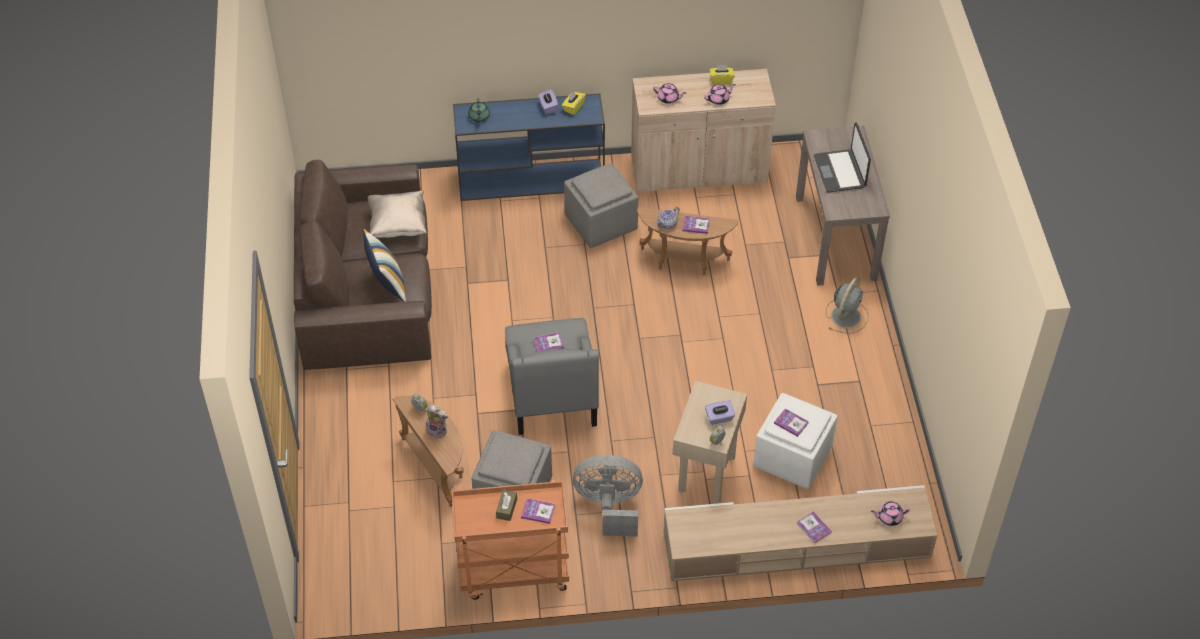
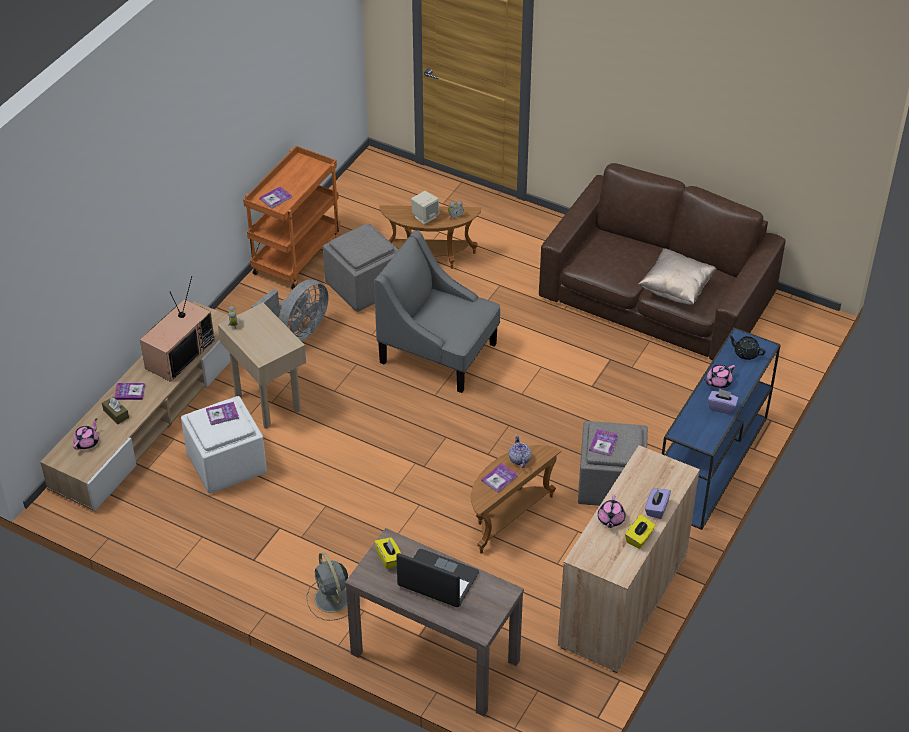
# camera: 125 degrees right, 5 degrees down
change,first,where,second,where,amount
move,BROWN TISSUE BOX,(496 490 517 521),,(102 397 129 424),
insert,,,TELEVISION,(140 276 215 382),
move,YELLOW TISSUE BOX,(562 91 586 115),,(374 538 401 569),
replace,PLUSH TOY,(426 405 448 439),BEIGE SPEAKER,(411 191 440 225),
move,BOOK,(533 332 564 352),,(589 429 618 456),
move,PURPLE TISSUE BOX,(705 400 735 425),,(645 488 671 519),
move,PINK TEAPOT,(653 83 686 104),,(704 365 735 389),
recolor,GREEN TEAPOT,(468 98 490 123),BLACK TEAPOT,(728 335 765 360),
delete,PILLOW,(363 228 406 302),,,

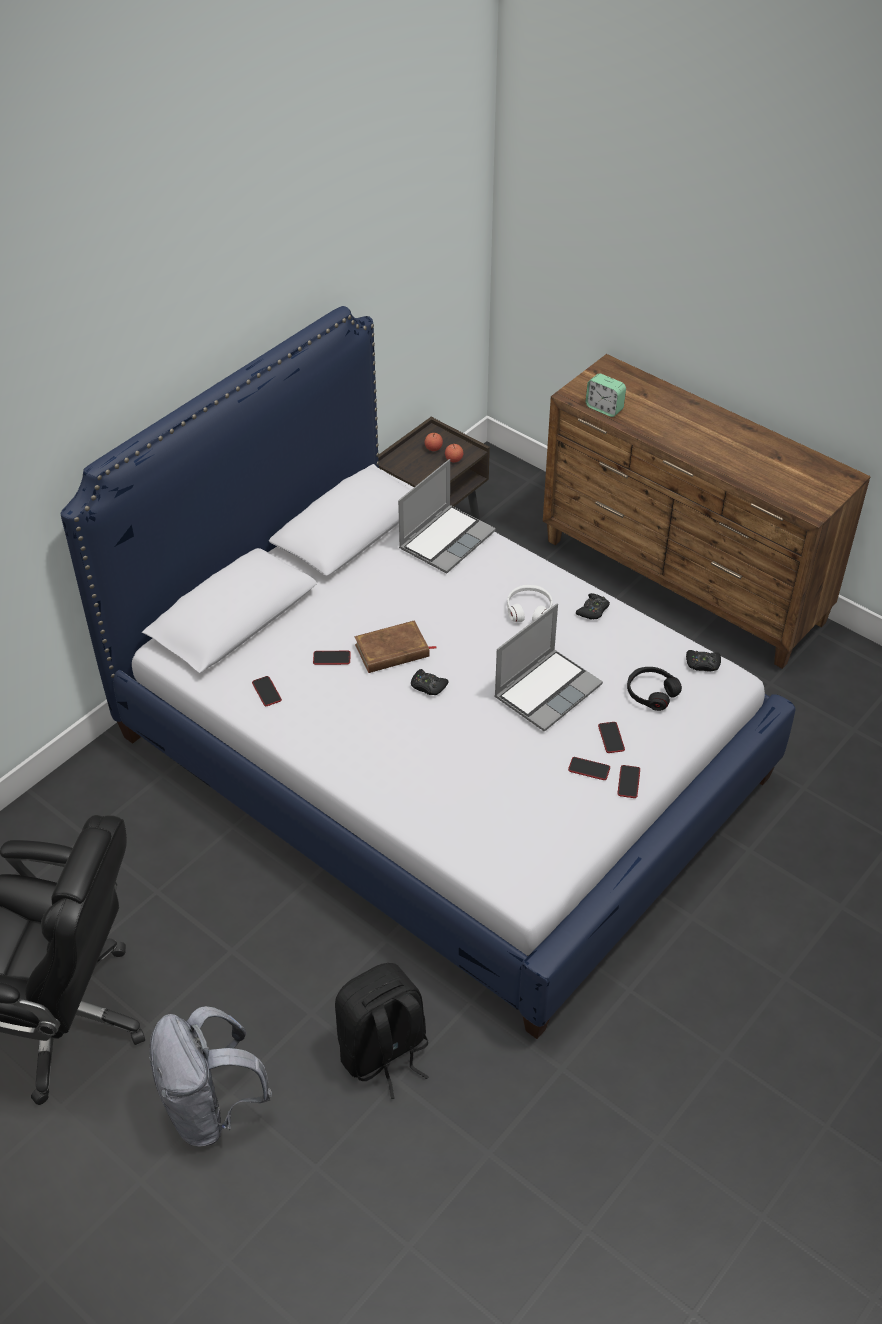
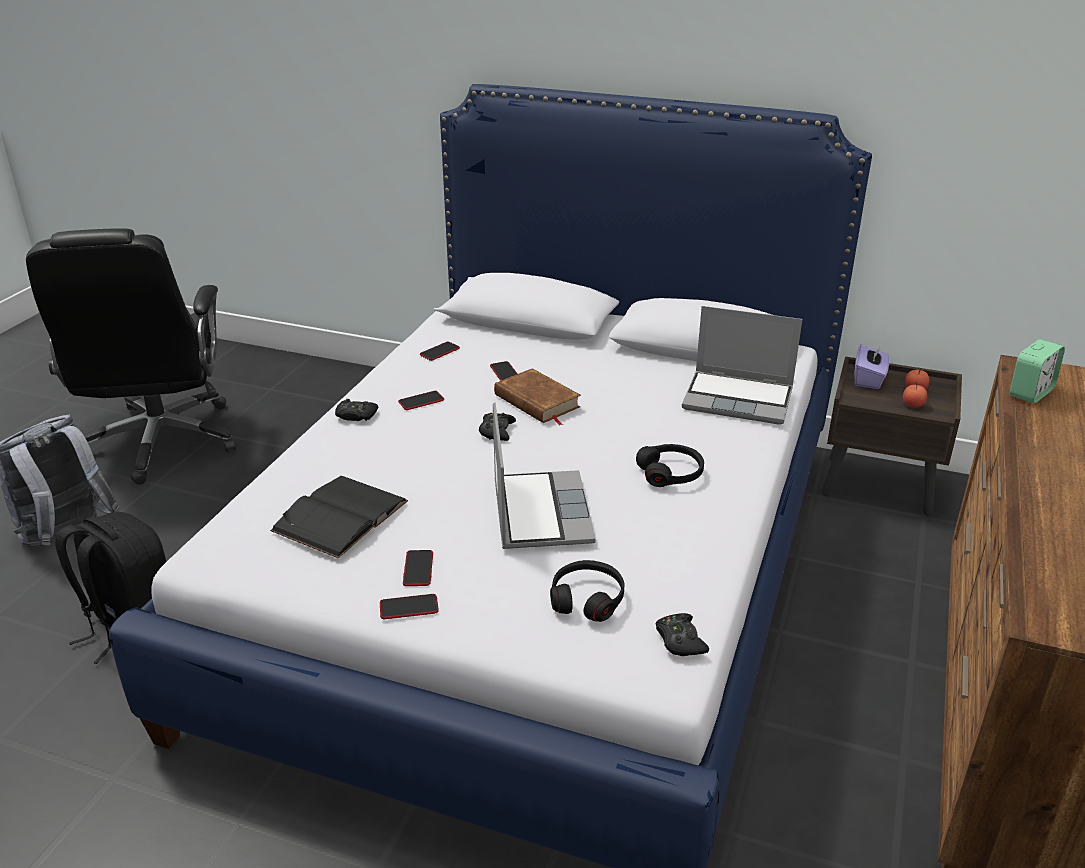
# camera: 70 degrees right, 15 degrees down
change,first,where,second,where,amount
insert,,,BLACK BOOK,(270 476 408 558),
move,BLACK GAME CONTROLLER,(576 593 610 620),,(335 399 378 421),
move,PHONE,(598 722 625 753),,(398 391 444 410),
rotate,LAPTOP,(494 603 603 732),,(493 402 596 549),120 degrees counterclockwise
recolor,WHITE HEADPHONES,(507 585 553 622),BLACK HEADPHONES,(636 444 704 487),
insert,,,PURPLE TISSUE BOX,(854 343 890 389),
rotate,ALARM CLOCK,(585 373 626 417),,(1010 339 1065 403),150 degrees counterclockwise

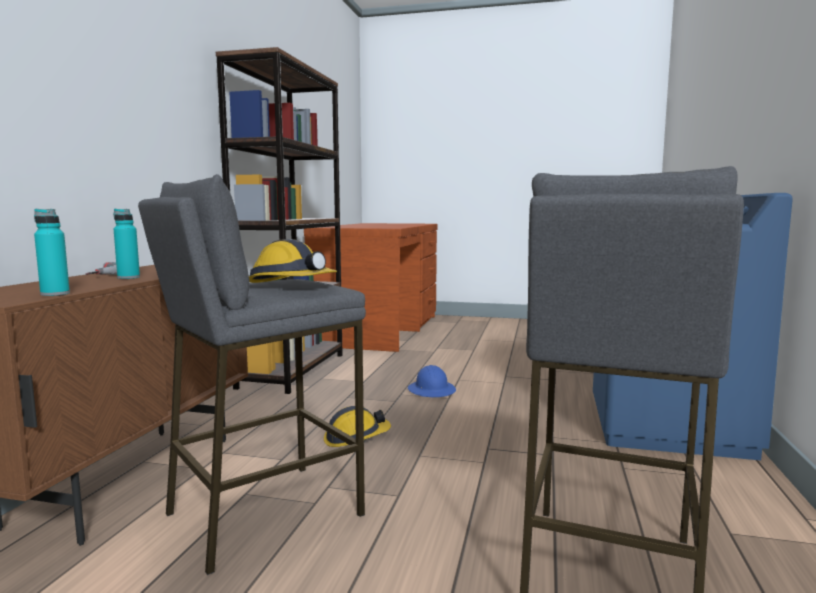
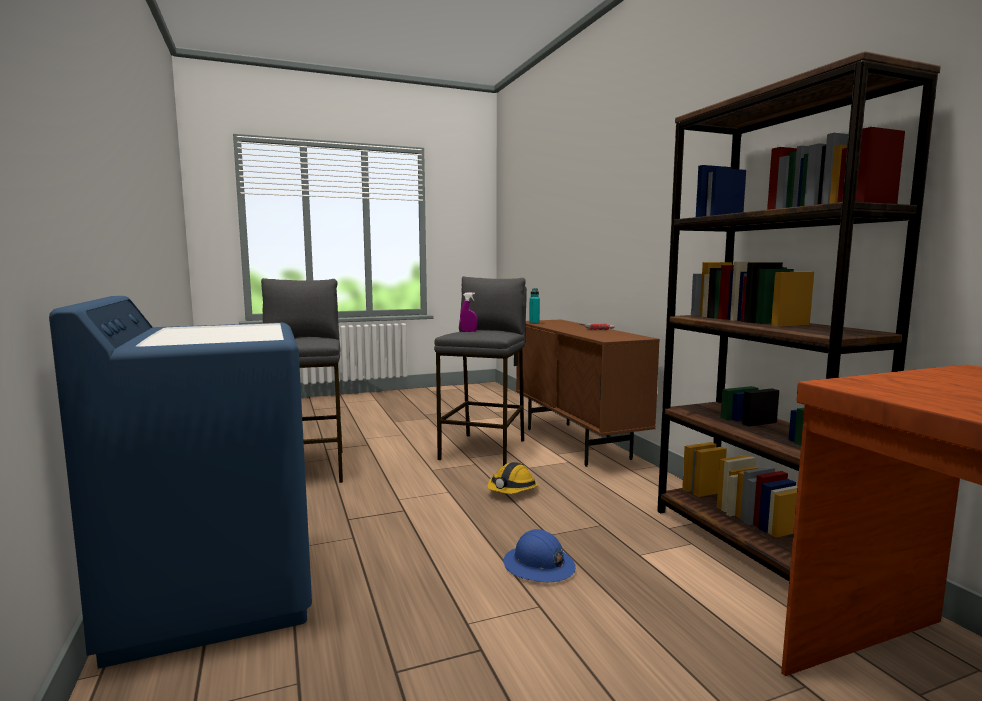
# camera: 145 degrees right, 0 degrees up
change,first,where,second,where,amount
replace,HARD HAT,(249 239 337 283),PURPLE SPRAY BOTTLE,(460 292 477 332),
delete,TURQUOISE BOTTLE,(114 209 140 279),,,

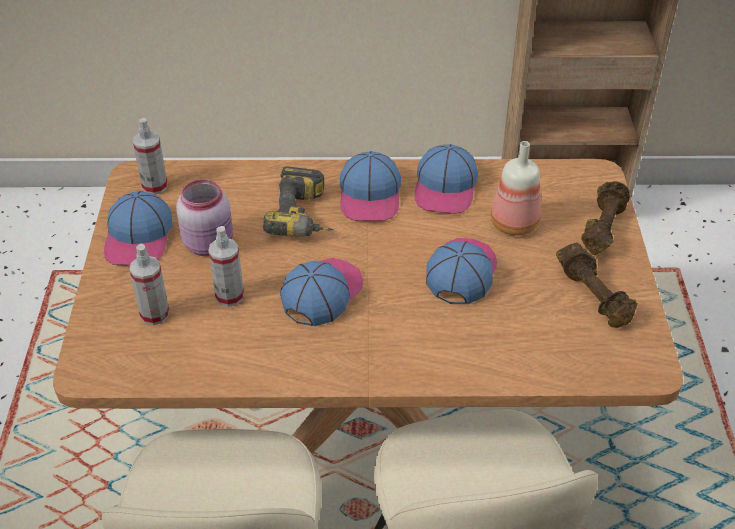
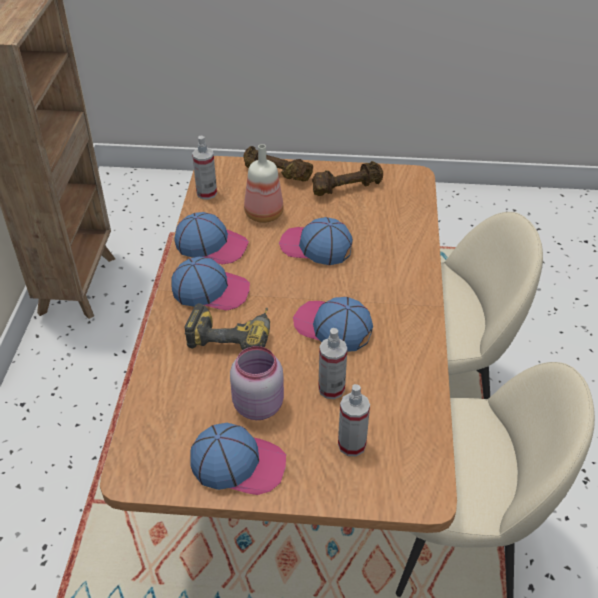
# camera: 85 degrees left, 0 degrees up
change,first,where,second,where,amount
move,SPRAY BOTTLE,(133 118 168 195),,(192 136 217 199),

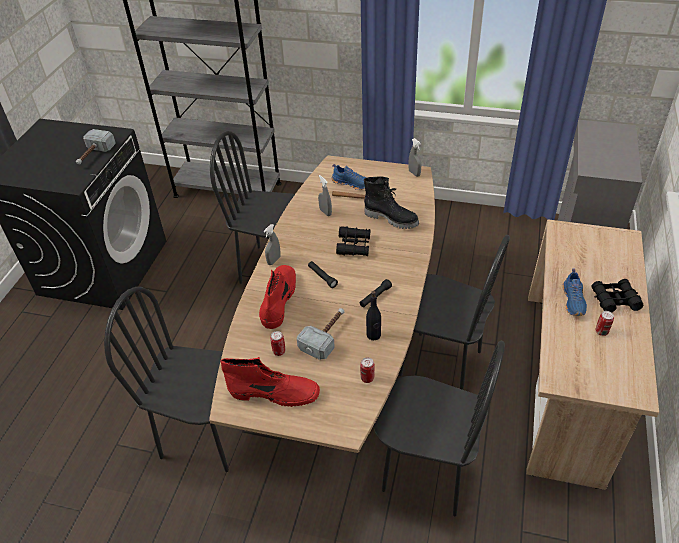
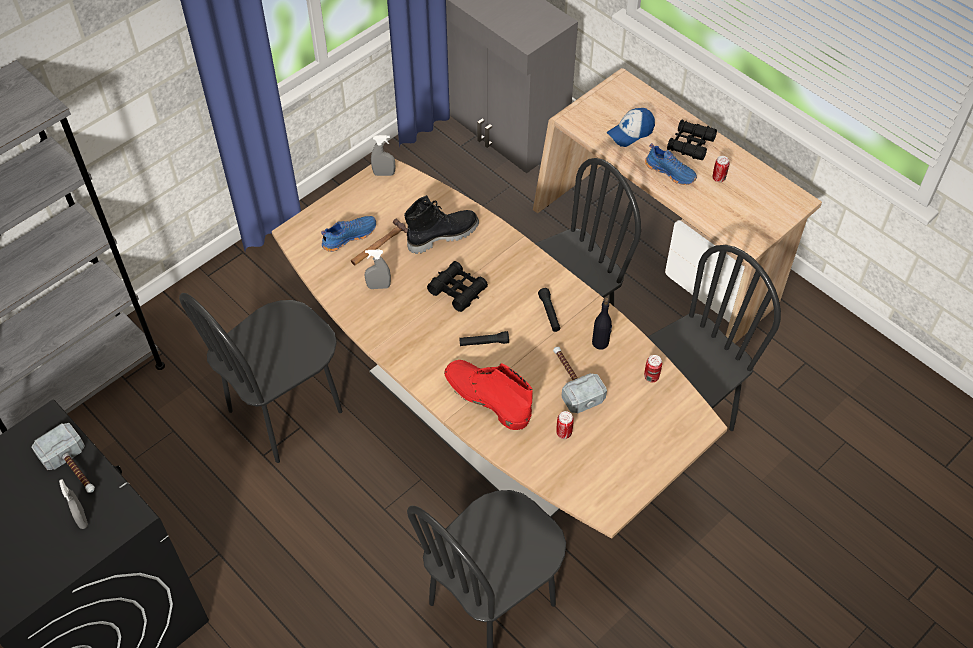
# camera: 60 degrees left, 10 degrees up
change,first,where,second,where,amount
move,GREY SPRAY BOTTLE,(264 224 281 265),,(59 479 88 529),
insert,,,CAP,(607 108 655 147),
delete,RED BOOT,(220 357 320 407),,,

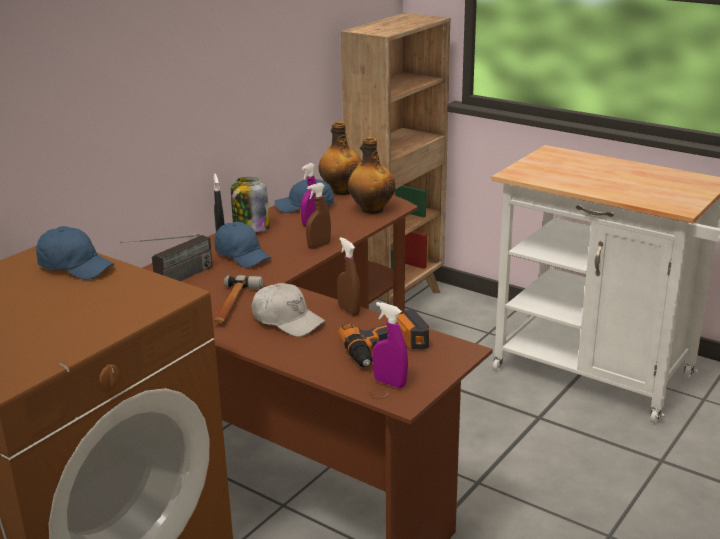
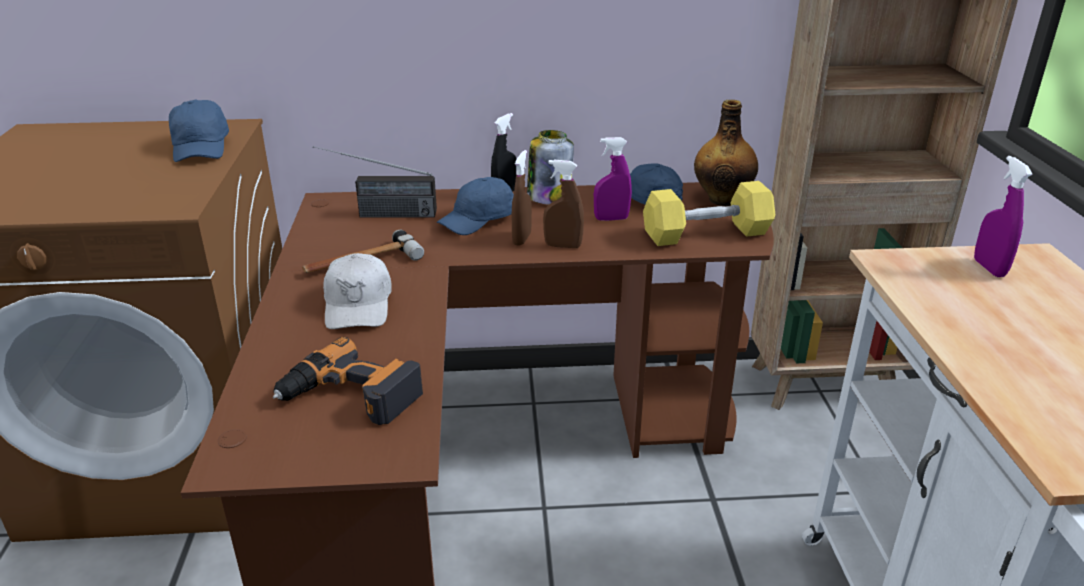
# camera: 50 degrees right, 5 degrees up
change,first,where,second,where,amount
rotate,BLUE CAP,(214 221 271 268),,(437 177 514 235),45 degrees clockwise
move,BROWN SPRAY BOTTLE,(337 237 361 316),,(512 150 532 246),
replace,BOTTLE,(348 137 395 214),YELLOW DUMBBELL,(643 181 775 246),
move,PURPLE SPRAY BOTTLE,(372 302 408 388),,(974 156 1032 277),

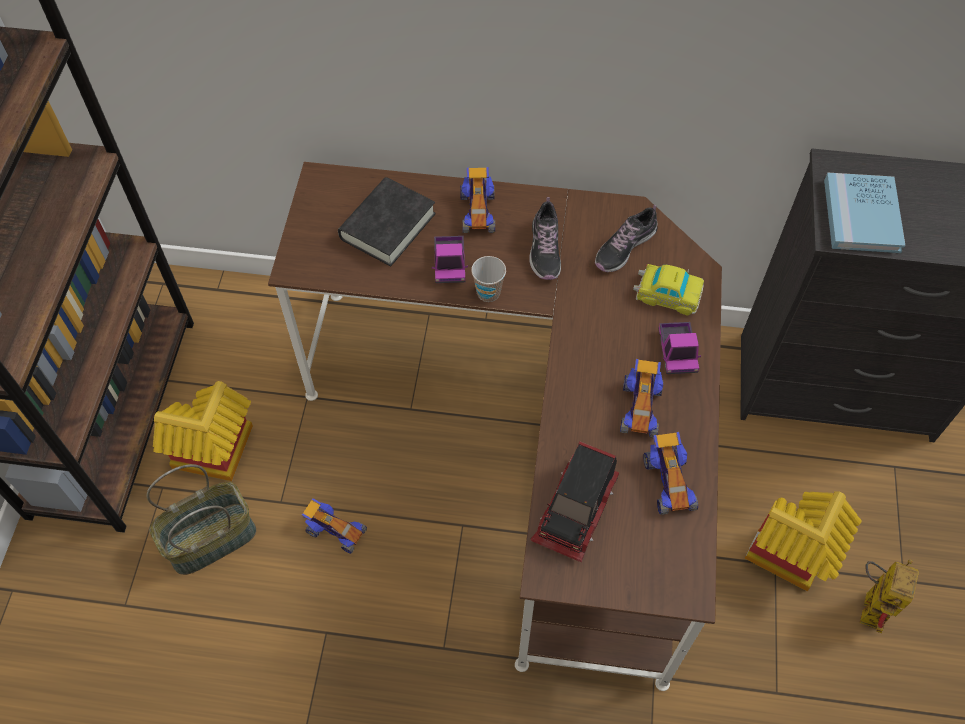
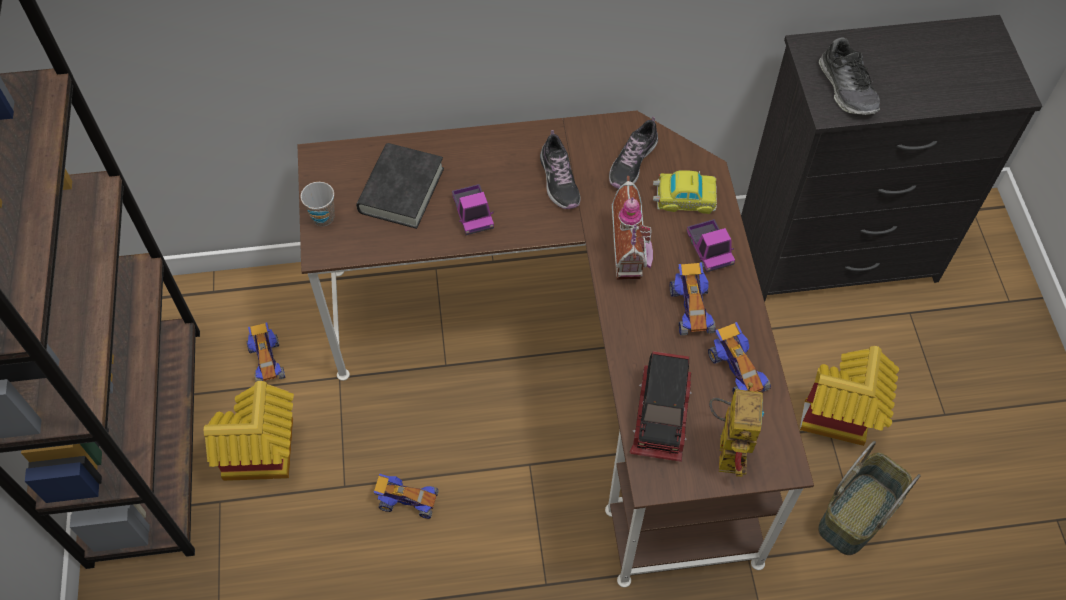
# camera: 15 degrees left, 0 degrees up
change,first,where,second,where,amount
move,TOY CAR,(460 167 495 233),,(247 322 286 382),
move,CUP,(471 256 506 302),,(301 182 335 226),
insert,,,TOY HOUSE,(612 176 653 280),
move,TOY ROBOT,(860 559 919 633),,(709 382 764 477),
move,BASKET,(147 464 256 575),,(818 441 921 555),
replace,BLUE BOOK,(824 173 906 253),SHOE,(819 37 880 115),

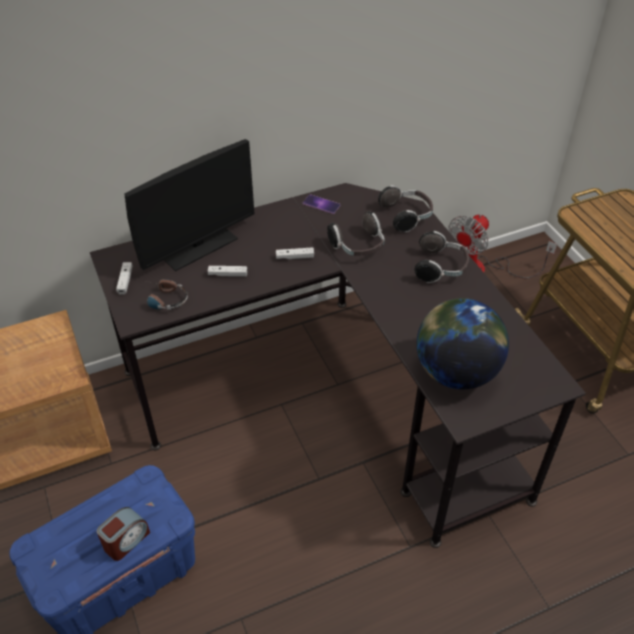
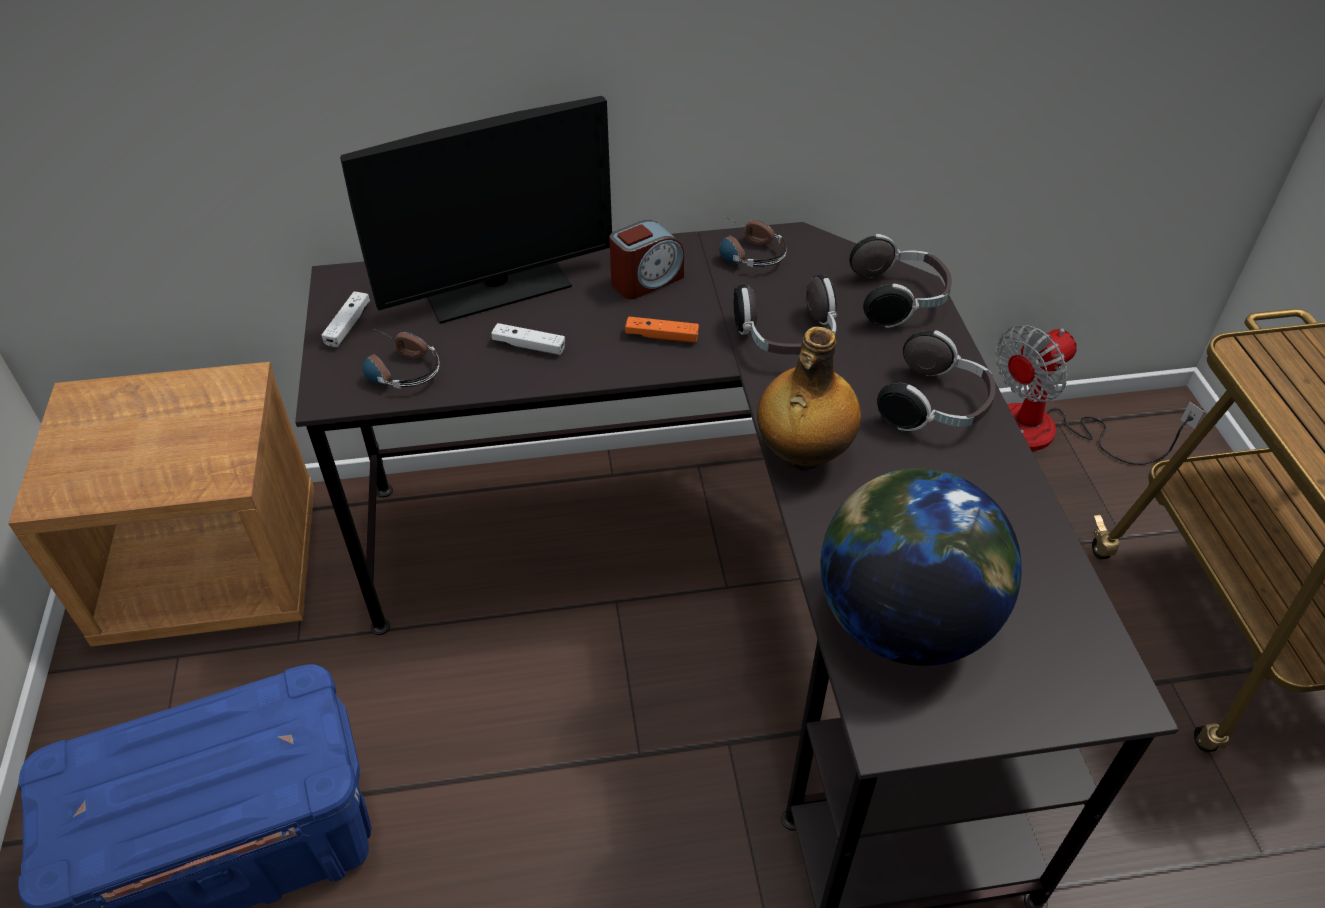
# camera: 15 degrees right, 0 degrees up
change,first,where,second,where,amount
move,ALARM CLOCK,(97 507 150 561),,(609 220 684 299),
recolor,WHITE GAME CONTROLLER,(276 247 314 259),ORANGE GAME CONTROLLER,(625 317 699 343),
replace,PHONE,(303 194 340 214),HEADPHONES,(719 218 787 267),
insert,,,BOTTLE,(757 327 861 471),

